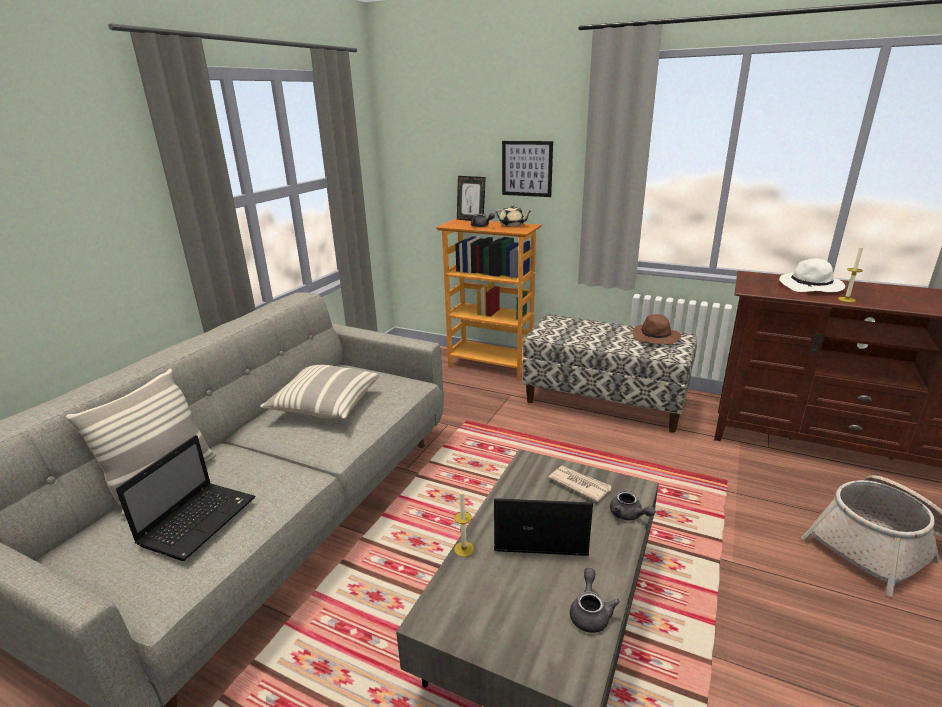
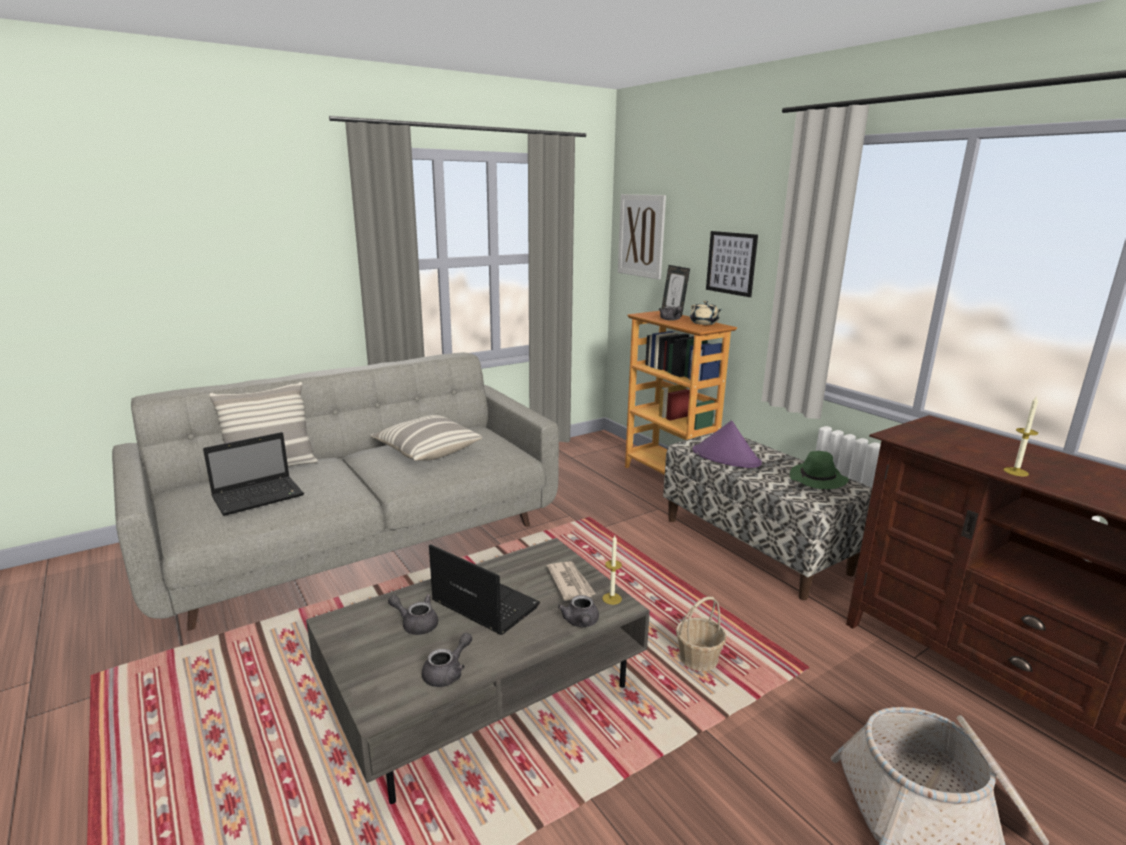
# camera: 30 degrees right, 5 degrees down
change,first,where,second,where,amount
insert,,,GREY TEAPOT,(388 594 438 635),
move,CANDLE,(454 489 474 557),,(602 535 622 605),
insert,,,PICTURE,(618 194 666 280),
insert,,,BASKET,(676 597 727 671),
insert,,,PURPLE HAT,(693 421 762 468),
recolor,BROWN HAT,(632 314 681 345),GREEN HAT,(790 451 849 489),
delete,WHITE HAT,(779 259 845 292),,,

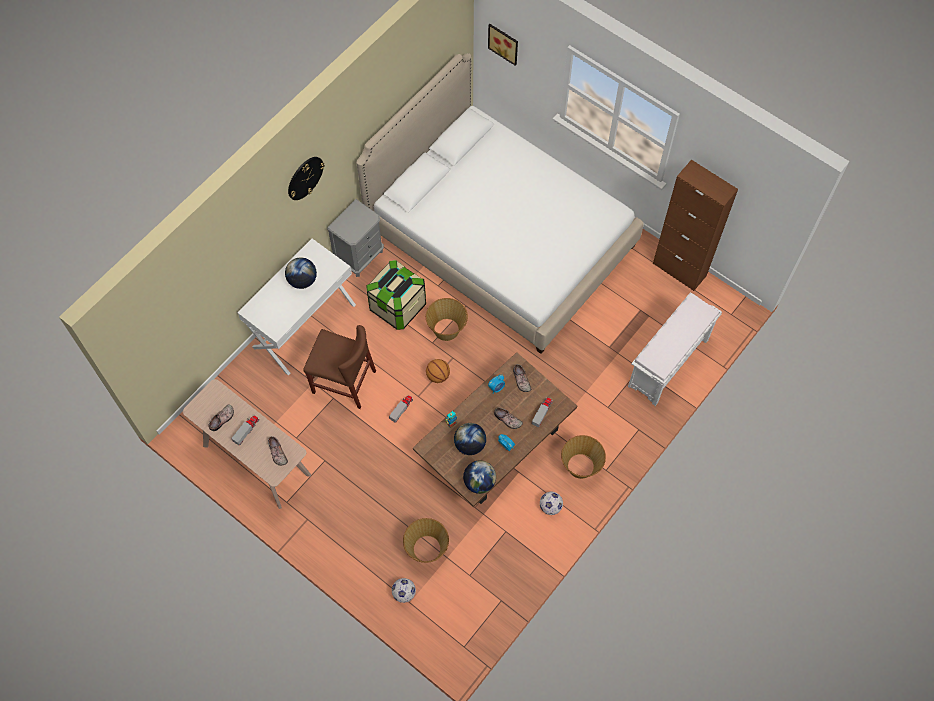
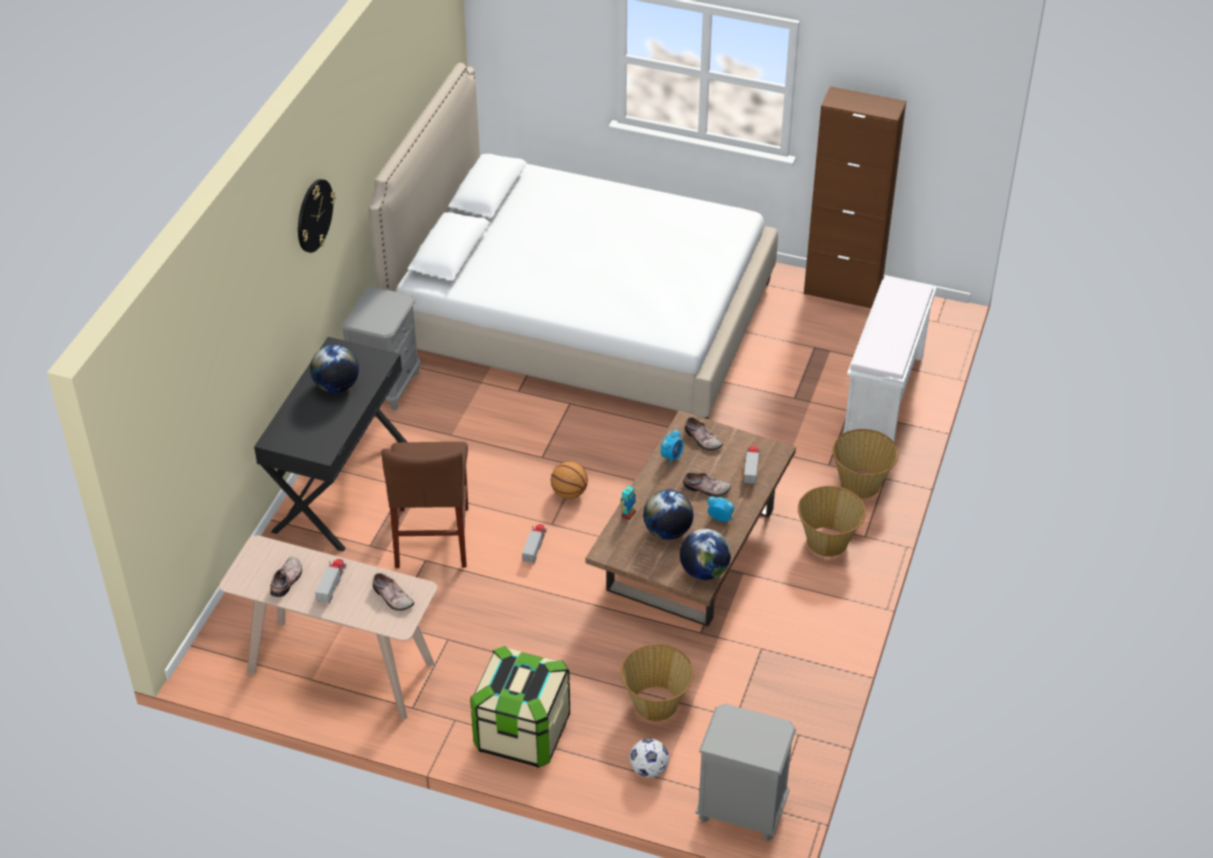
# camera: 20 degrees left, 20 degrees down
change,first,where,second,where,amount
recolor,WHITE DESK,(238 239 356 376),BLACK DESK,(254 337 407 552),
rotate,BROWN CHAIR,(303 325 376 409),,(381 442 468 568),90 degrees clockwise
move,STORAGE BOX,(366 260 426 330),,(470 646 570 768),
insert,,,GREY NIGHTSTAND,(696 704 796 841),
move,BASKET,(426 298 468 341),,(832 429 899 499),
delete,PICTURE,(488 24 518 66),,,
delete,FOOTBALL,(540 492 563 515),,,

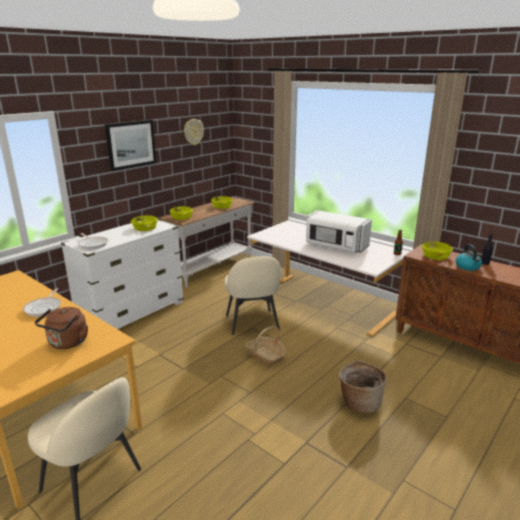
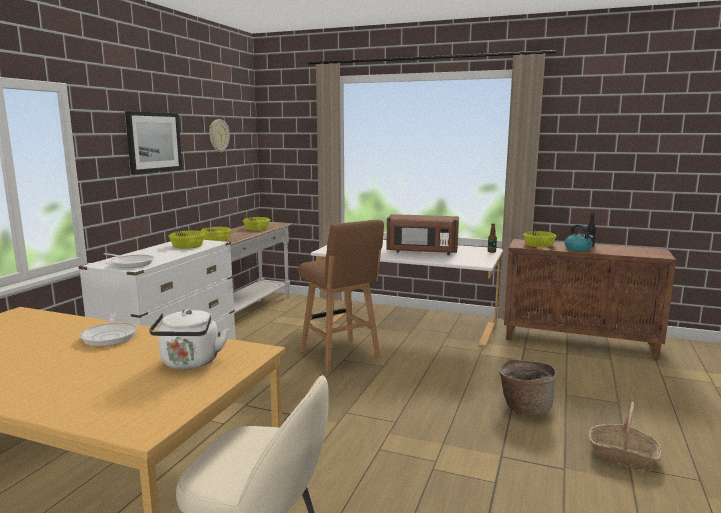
# camera: 20 degrees left, 10 degrees down
change,first,where,second,where,amount
recolor,BROWN KETTLE,(35 307 88 349),WHITE KETTLE,(149 309 229 370),
replace,BEIGE CHAIR,(224 256 281 335),BROWN STOOL,(299 220 384 372),
recolor,WHITE MICROWAVE,(306 210 372 253),BROWN MICROWAVE,(387 214 459 255),
move,BASKET,(246 326 286 366),,(589 402 662 470),

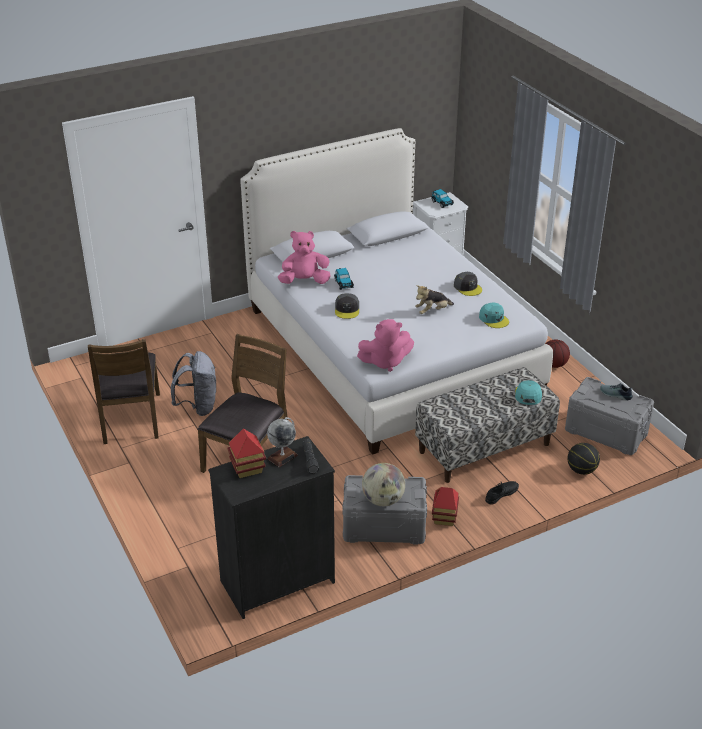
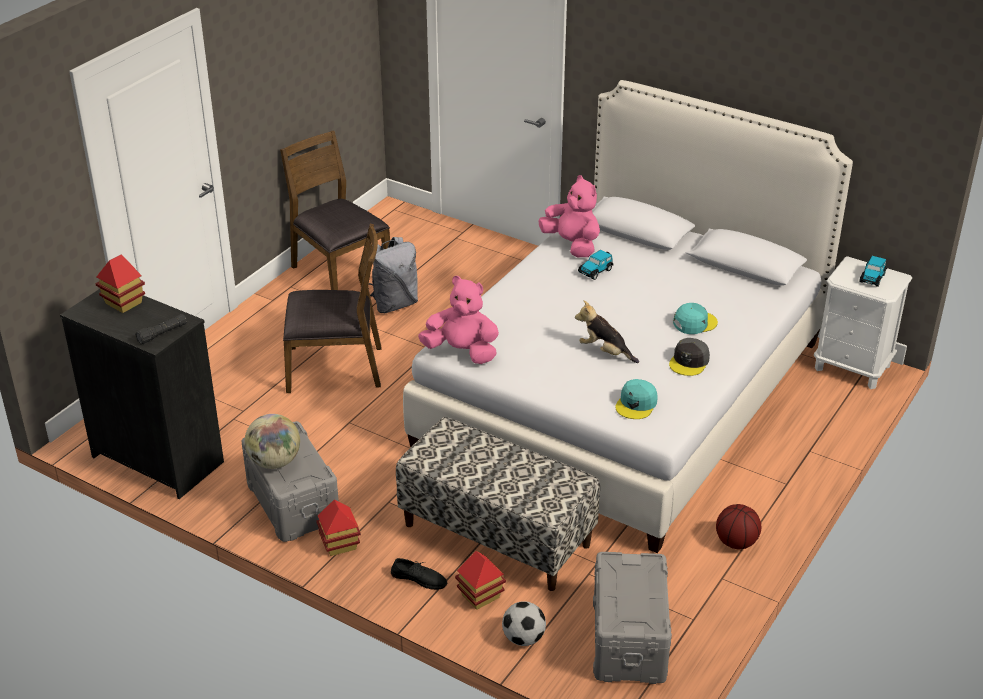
# camera: 60 degrees right, 0 degrees up
change,first,where,second,where,amount
rotate,BROWN CHAIR,(88 339 160 444),,(280 131 390 290),90 degrees clockwise
rotate,PINK PLUSH TOY,(357 319 414 372),,(418 276 499 364),150 degrees clockwise
insert,,,TOY HOUSE,(455 551 506 610),
replace,BASKETBALL,(568 443 600 475),FOOTBALL,(502 601 546 646),
move,TURQUOISE CAP,(515 380 542 405),,(673 303 718 334),
delete,GLOBE,(267 417 298 467),,,
delete,GREY CAP,(335 293 359 319),,,
delete,SHOE,(600 383 633 400),,,

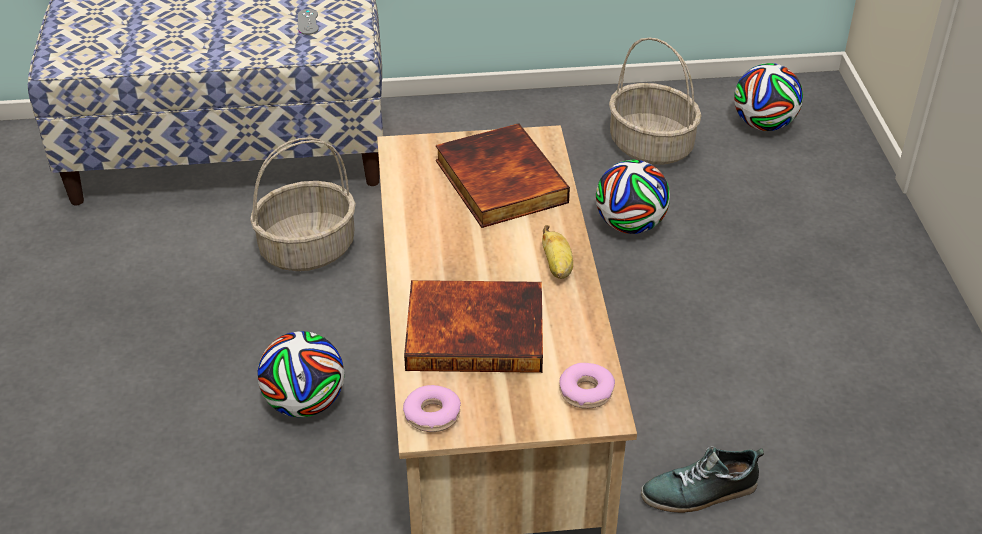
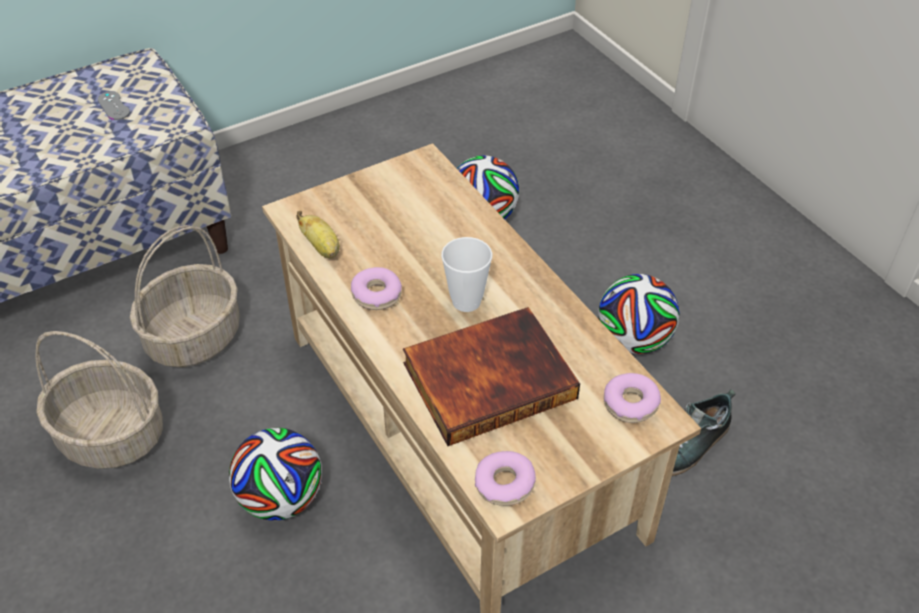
# camera: 25 degrees left, 5 degrees up
change,first,where,second,where,amount
move,BASKET,(609 38 702 165),,(35 331 163 469),
move,BANANA,(542 225 573 279),,(296 211 340 258),
insert,,,DONUT,(351 267 402 310),
insert,,,CUP,(441 237 492 312),
move,FOOTBALL,(734 63 803 131),,(598 274 680 354),
delete,BOOK,(436 123 570 228),,,

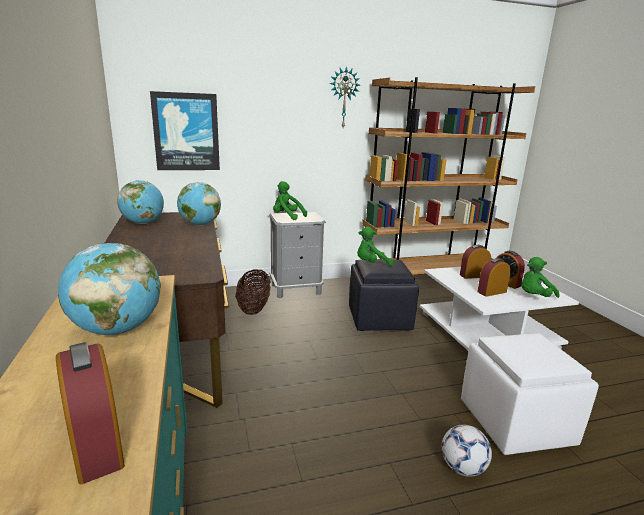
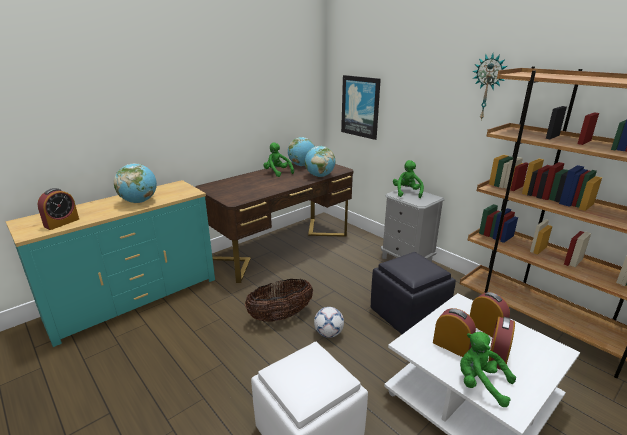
# camera: 65 degrees right, 5 degrees up
change,first,where,second,where,amount
move,BASKET,(235 269 270 315),,(245 279 313 322),
move,GREEN PLUSH TOY,(357 227 394 266),,(263 142 294 177),
move,FOOTBALL,(442 424 492 477),,(314 307 344 338),

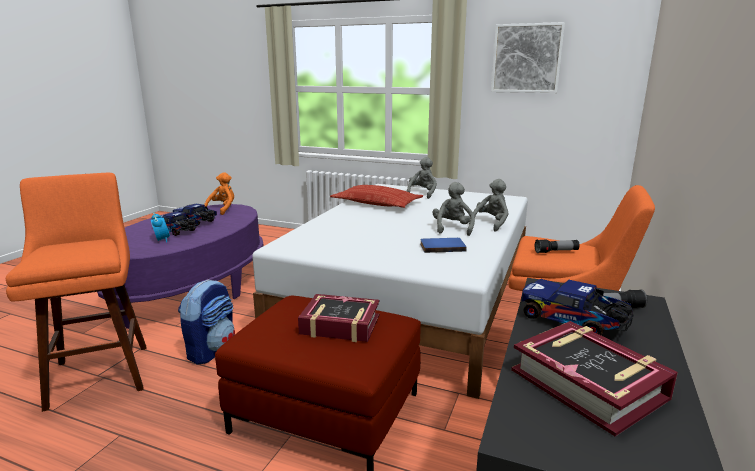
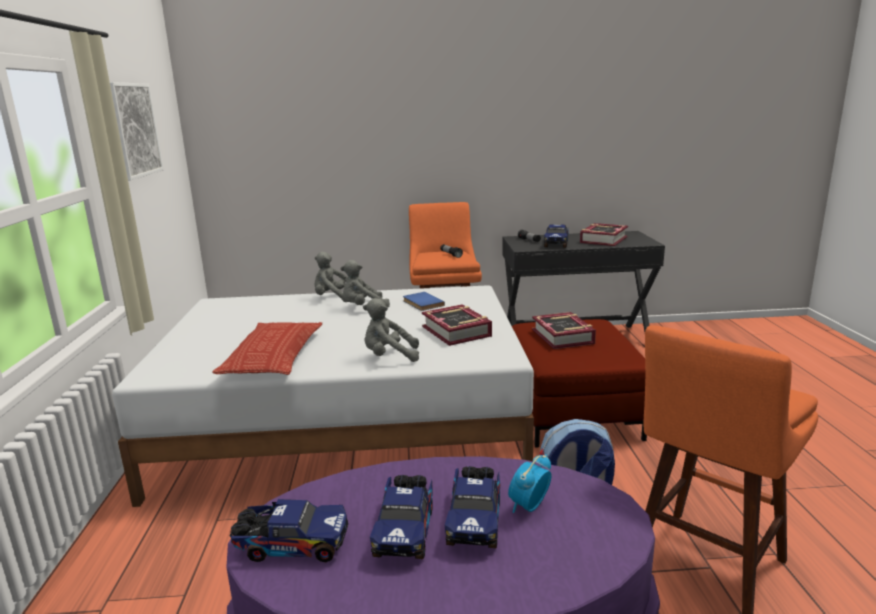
# camera: 115 degrees left, 0 degrees up
change,first,where,second,where,amount
replace,ORANGE PLUSH TOY,(204 172 234 215),TOY TRUCK,(229 499 348 562),
move,GREY PLUSH TOY,(407 157 437 199),,(363 298 419 362),
insert,,,BOOK,(422 305 492 346),

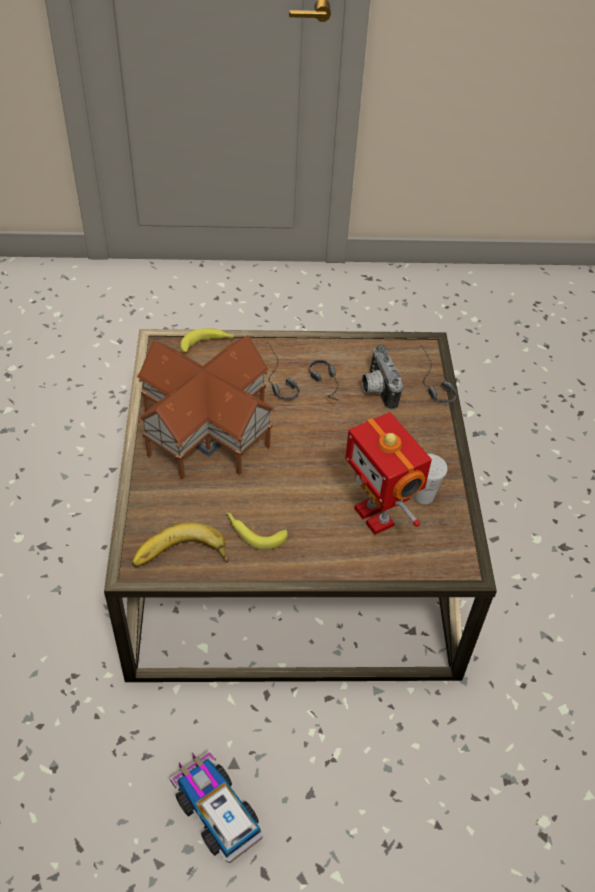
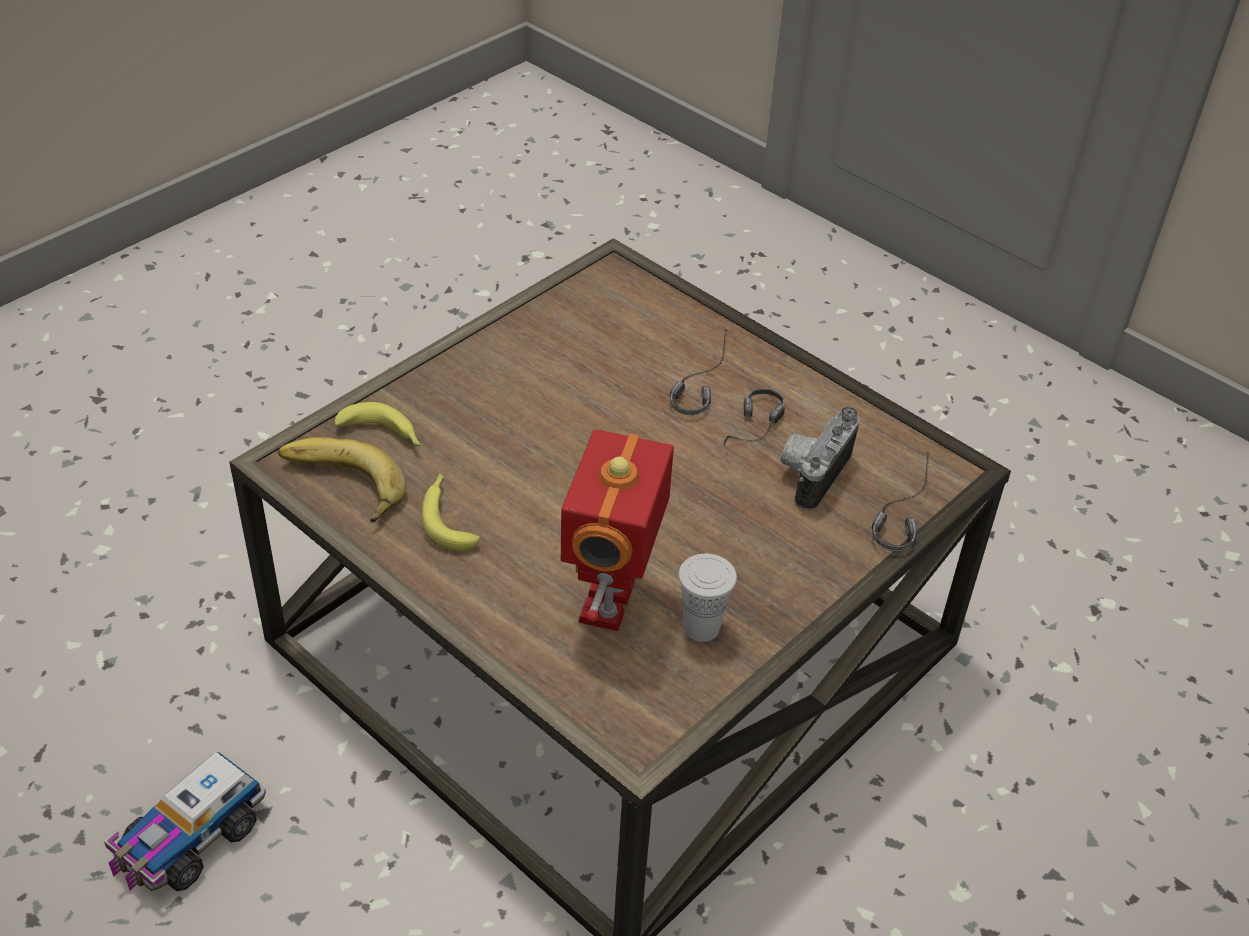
# camera: 45 degrees right, 5 degrees down
change,first,where,second,where,amount
rotate,TOY TRUCK,(170 751 263 863),,(104 752 266 891),150 degrees counterclockwise
move,BANANA,(180 328 235 353),,(334 402 421 447),
delete,TOY HOUSE,(137 335 276 479),,,

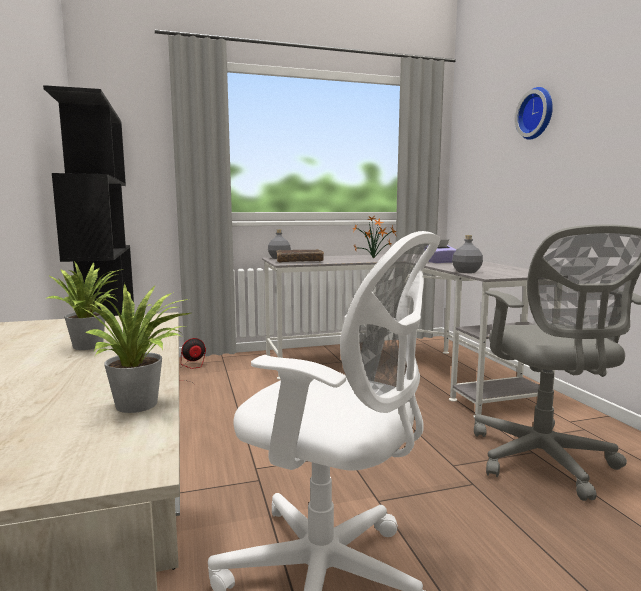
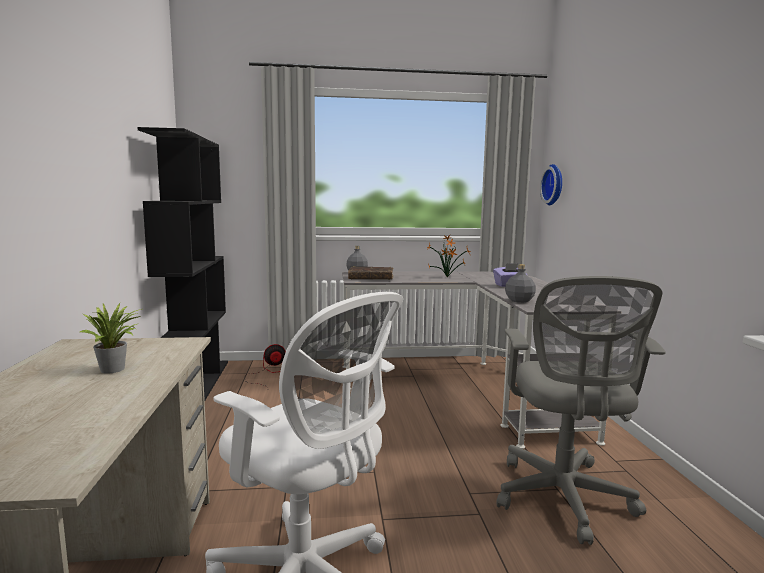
# camera: 10 degrees right, 0 degrees up
change,first,where,second,where,amount
move,WALL CLOCK,(515 87 553 140),,(540 164 562 205),
delete,POTTED PLANT,(78 283 190 413),,,

